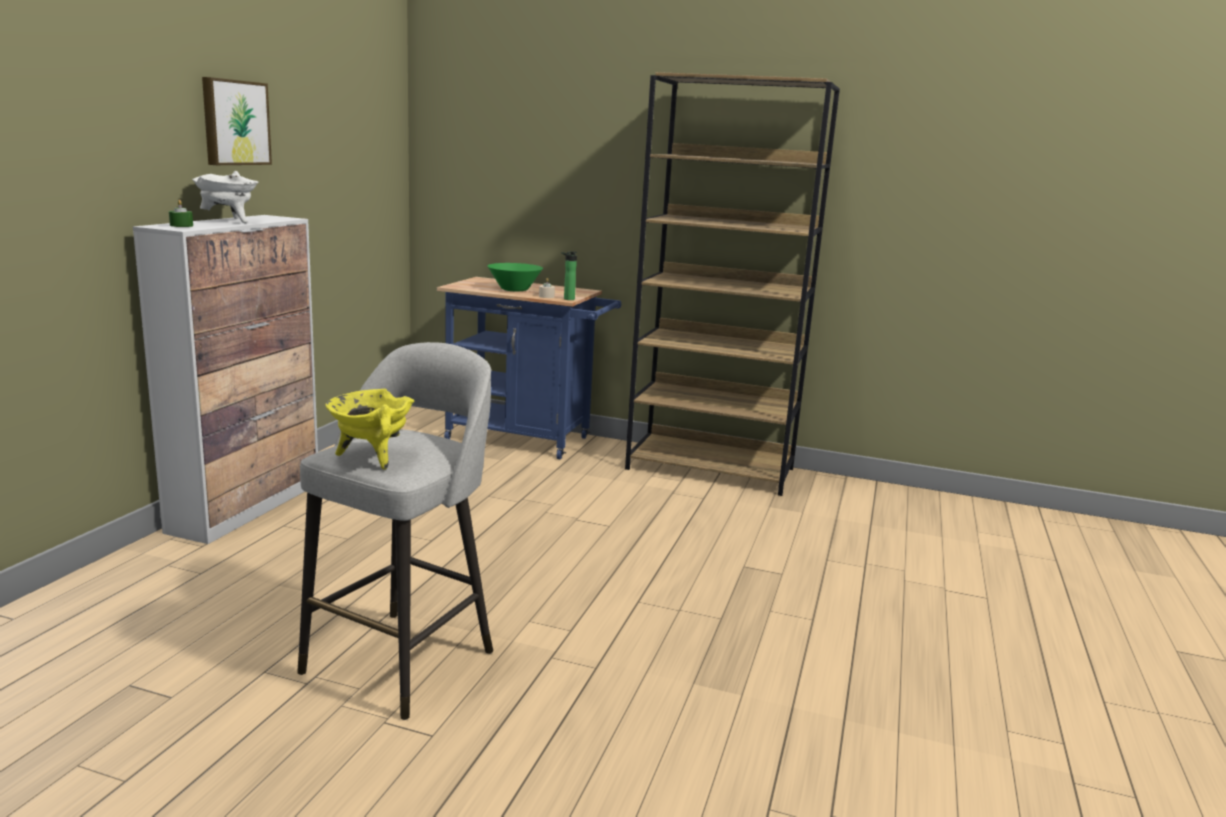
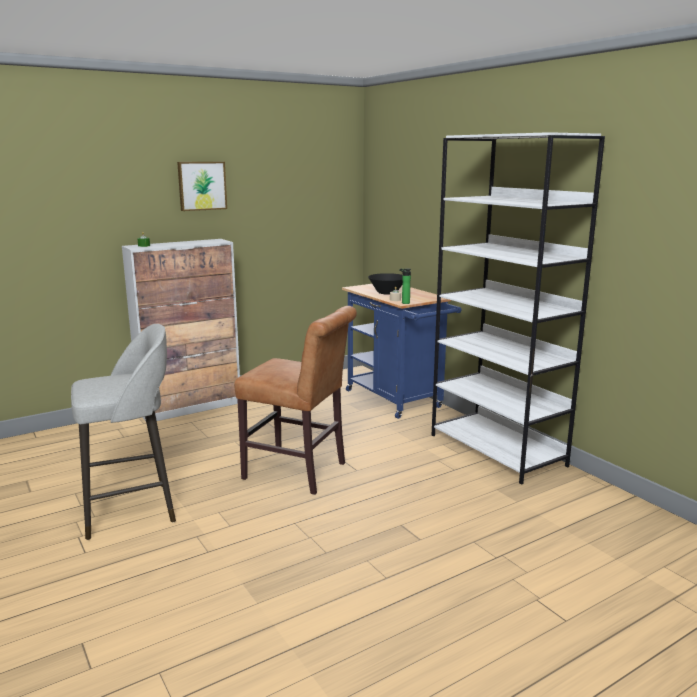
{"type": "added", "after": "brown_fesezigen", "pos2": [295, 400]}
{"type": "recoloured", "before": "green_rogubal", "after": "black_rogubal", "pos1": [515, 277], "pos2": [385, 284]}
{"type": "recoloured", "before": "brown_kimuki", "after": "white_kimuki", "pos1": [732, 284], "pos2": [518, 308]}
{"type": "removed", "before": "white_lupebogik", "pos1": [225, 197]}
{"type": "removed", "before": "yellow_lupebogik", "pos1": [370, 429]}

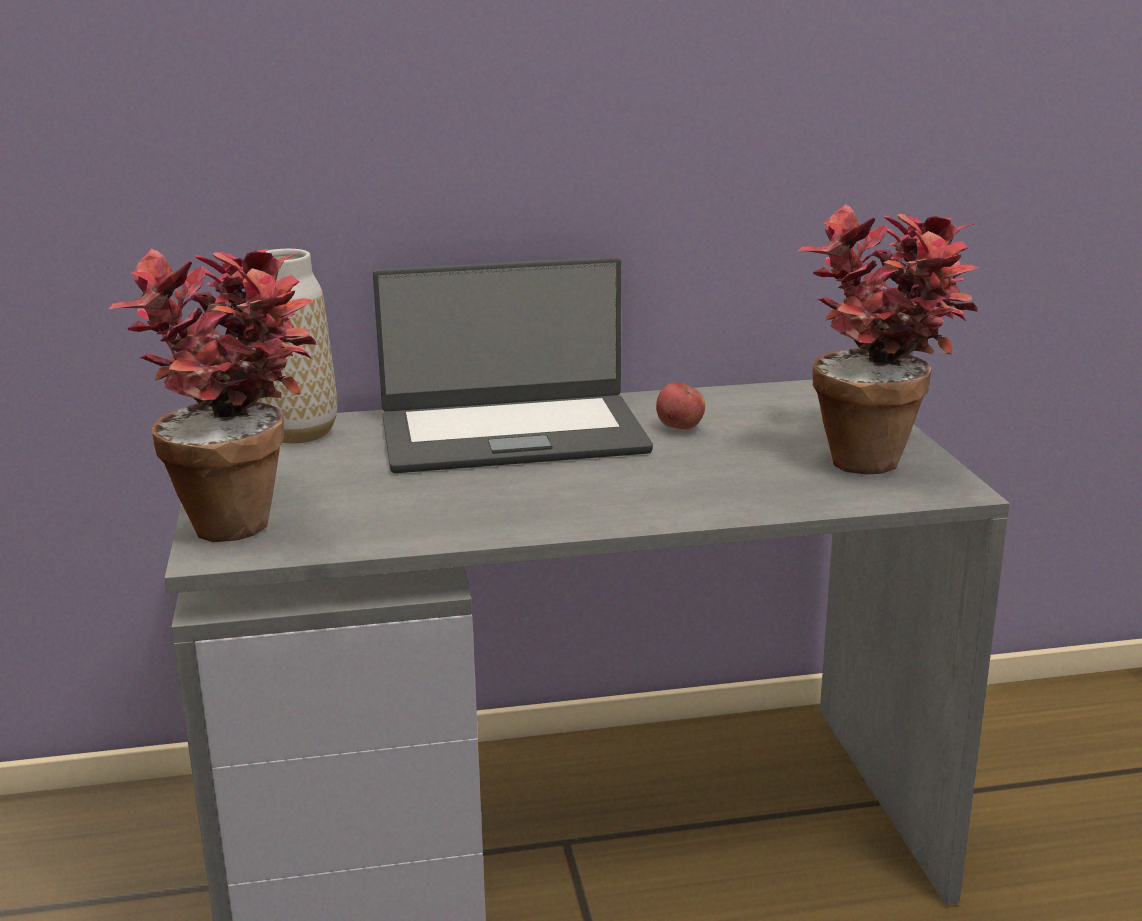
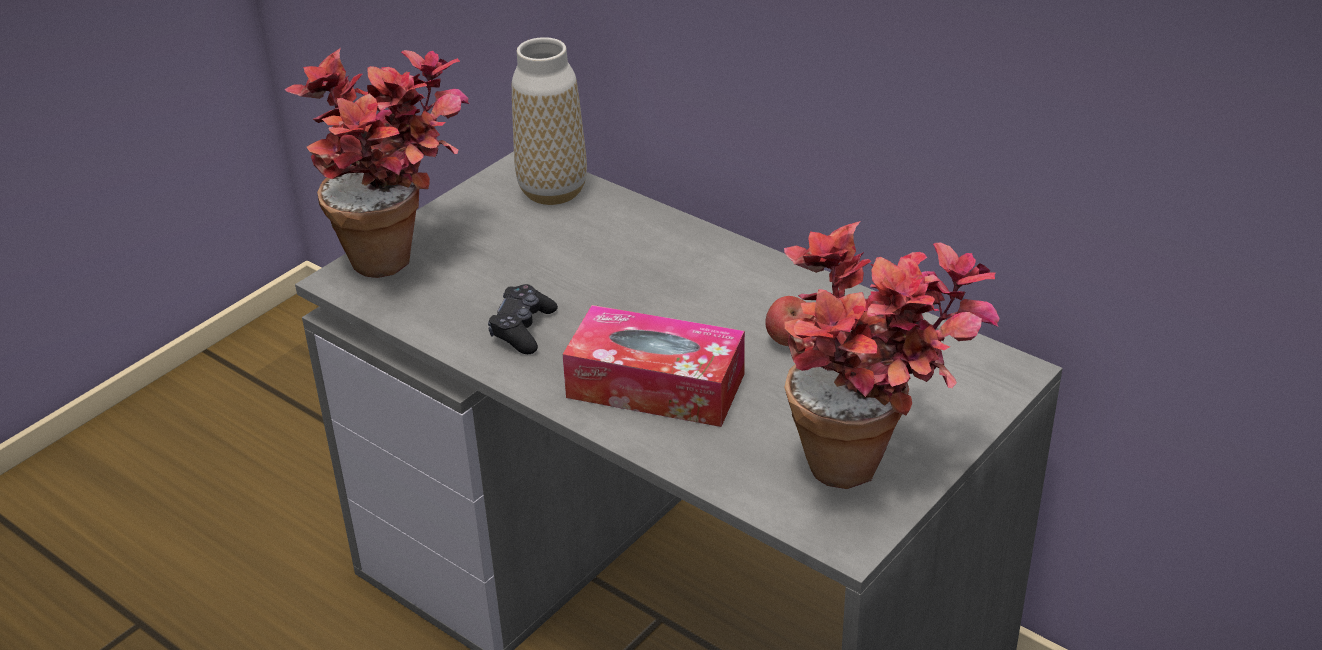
{"type": "added", "after": "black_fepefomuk", "pos2": [523, 319]}
{"type": "added", "after": "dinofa", "pos2": [654, 366]}
{"type": "removed", "before": "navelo", "pos1": [513, 365]}

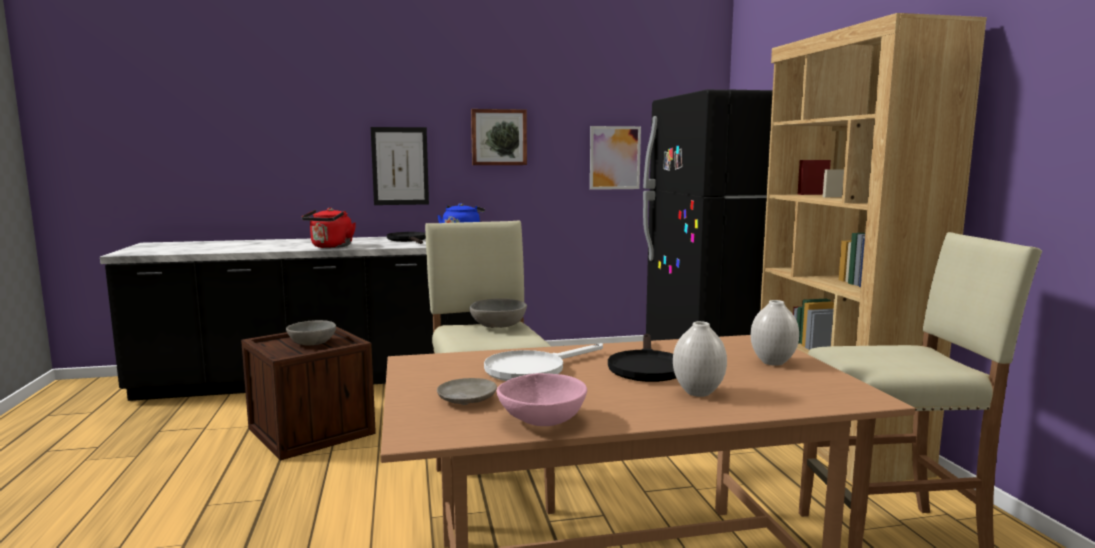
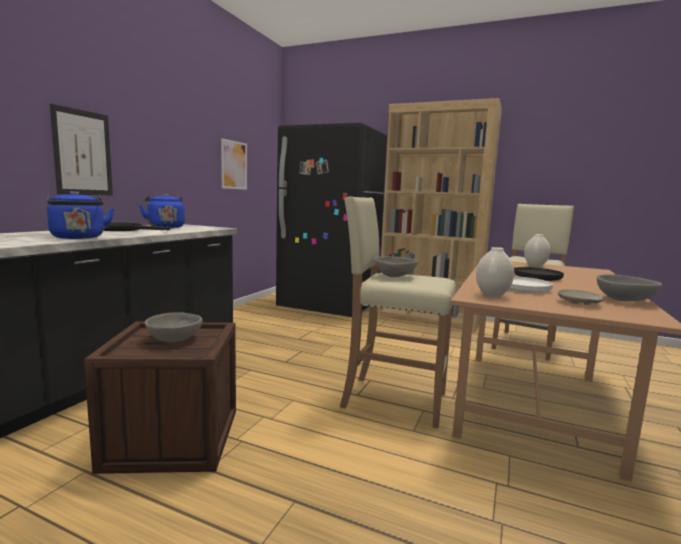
{"type": "recoloured", "before": "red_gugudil", "after": "blue_gugudil", "pos1": [328, 228], "pos2": [80, 215]}
{"type": "moved", "before": "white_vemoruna", "pos1": [700, 359], "pos2": [495, 272]}
{"type": "recoloured", "before": "pink_rogubal", "after": "grey_rogubal", "pos1": [541, 399], "pos2": [629, 287]}
{"type": "removed", "before": "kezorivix", "pos1": [499, 137]}

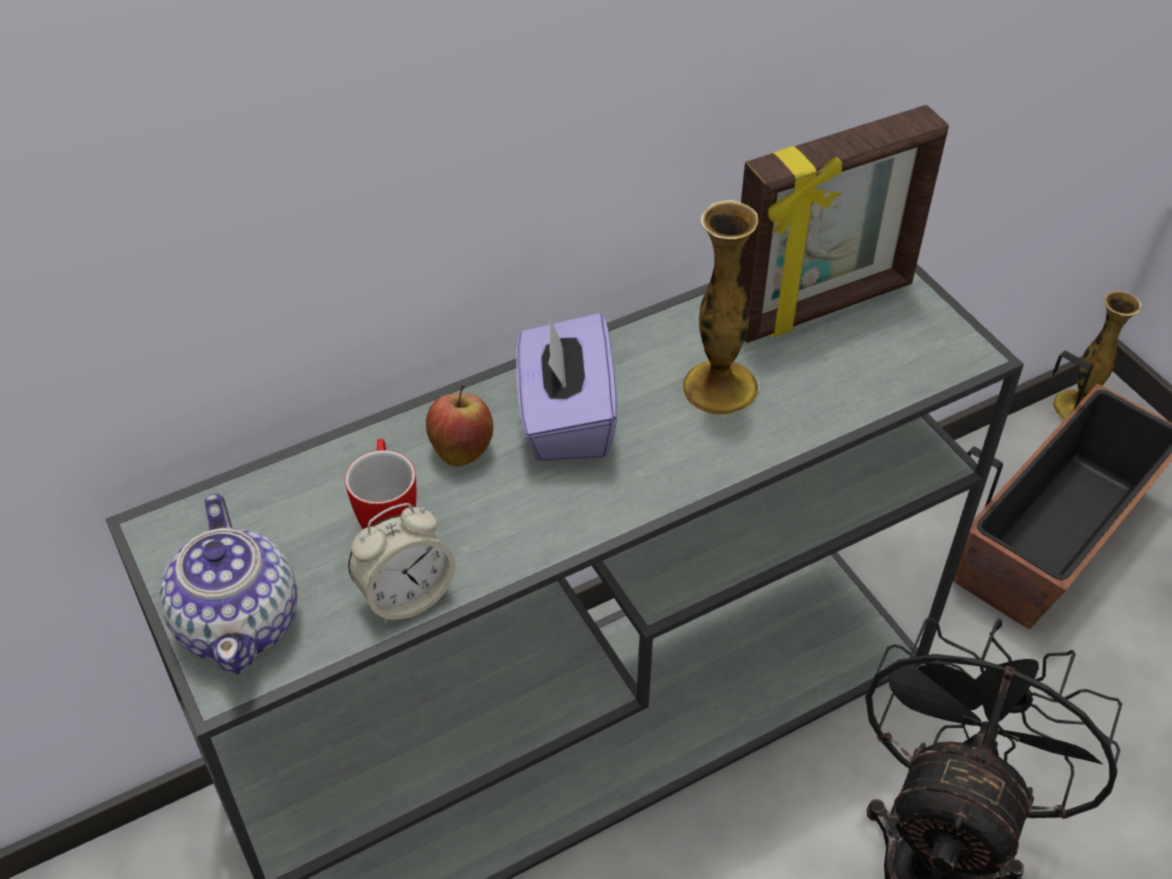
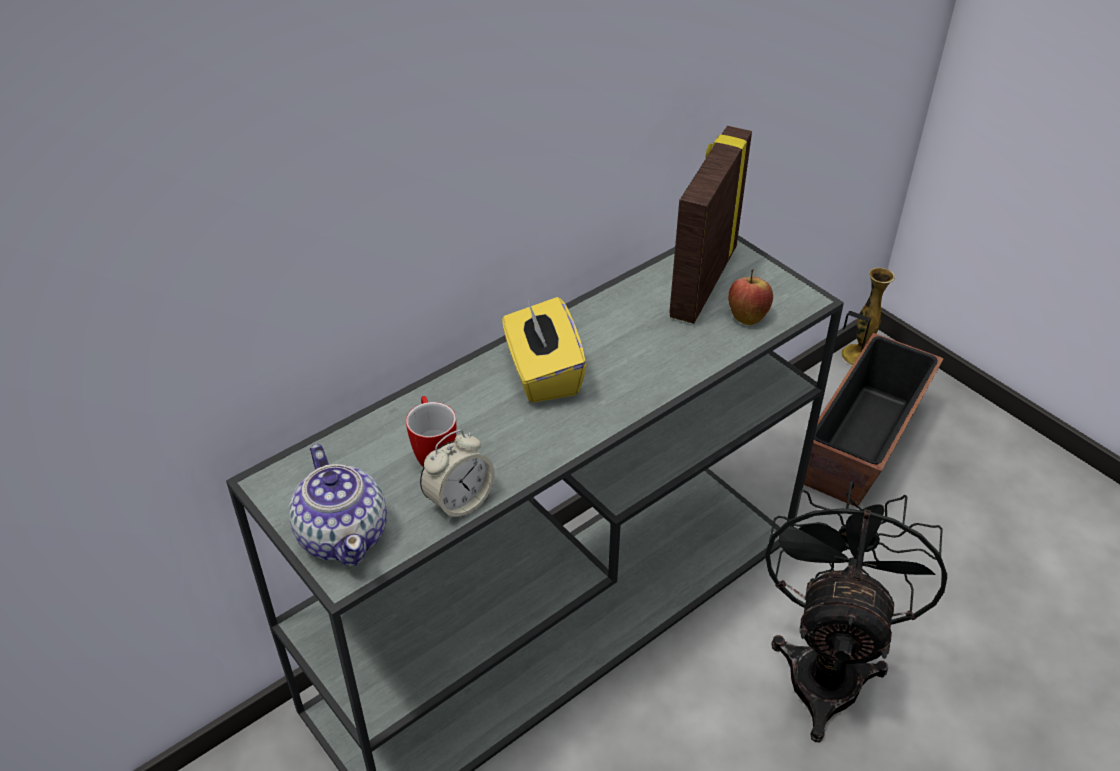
{"type": "recoloured", "before": "purple_dinofa", "after": "yellow_dinofa", "pos1": [566, 387], "pos2": [544, 350]}
{"type": "turned", "before": "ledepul", "pos1": [845, 224], "pos2": [711, 225], "turn": 150}
{"type": "moved", "before": "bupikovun", "pos1": [459, 426], "pos2": [750, 297]}
{"type": "removed", "before": "vemoruna", "pos1": [721, 308]}

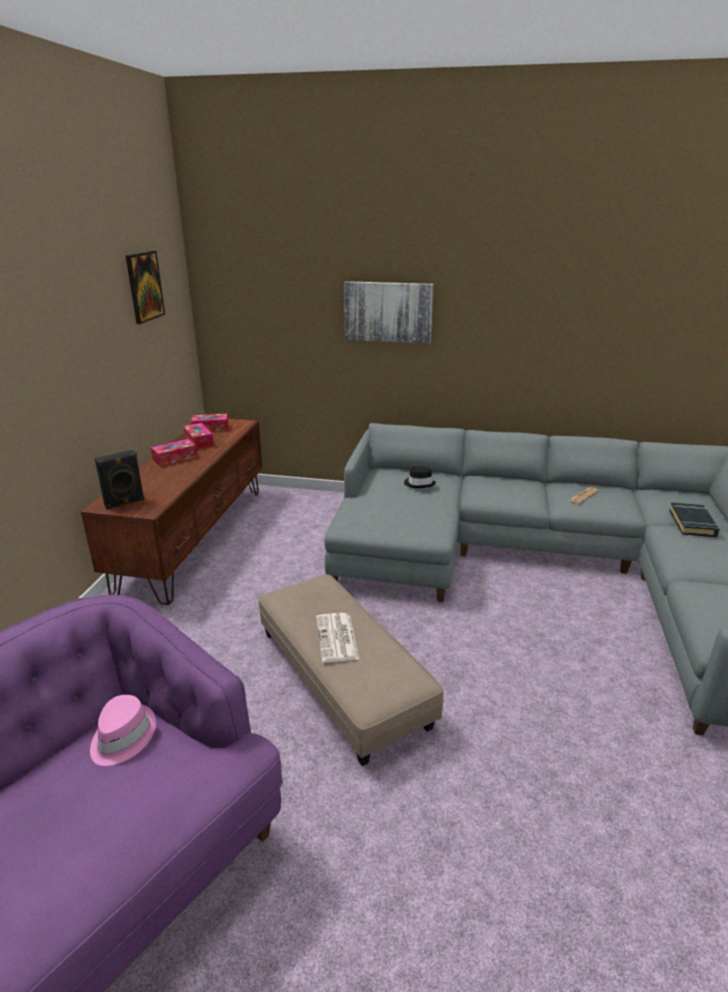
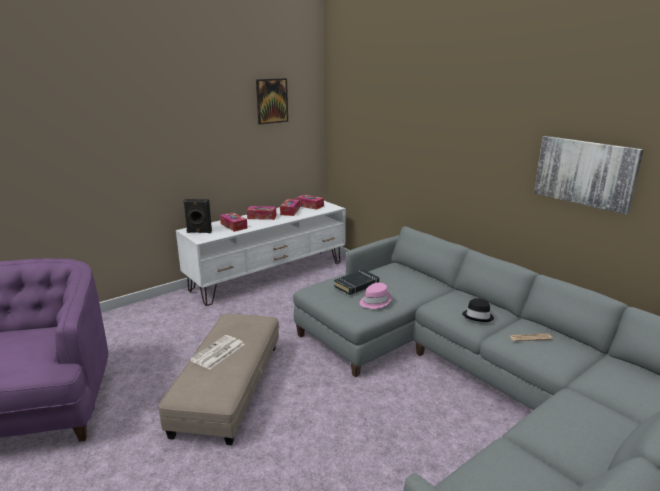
{"type": "recoloured", "before": "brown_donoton", "after": "white_donoton", "pos1": [171, 512], "pos2": [261, 253]}
{"type": "added", "after": "dinofa", "pos2": [233, 222]}
{"type": "moved", "before": "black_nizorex", "pos1": [694, 520], "pos2": [356, 282]}
{"type": "moved", "before": "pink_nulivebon", "pos1": [123, 730], "pos2": [376, 295]}
{"type": "moved", "before": "black_nulivebon", "pos1": [420, 477], "pos2": [478, 310]}
{"type": "moved", "before": "kezorivix", "pos1": [389, 312], "pos2": [589, 175]}

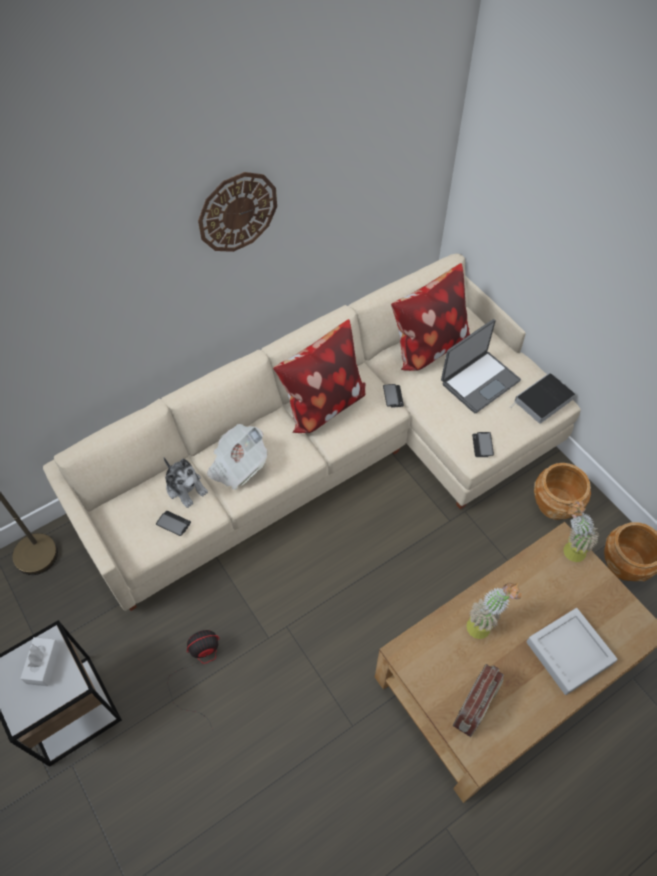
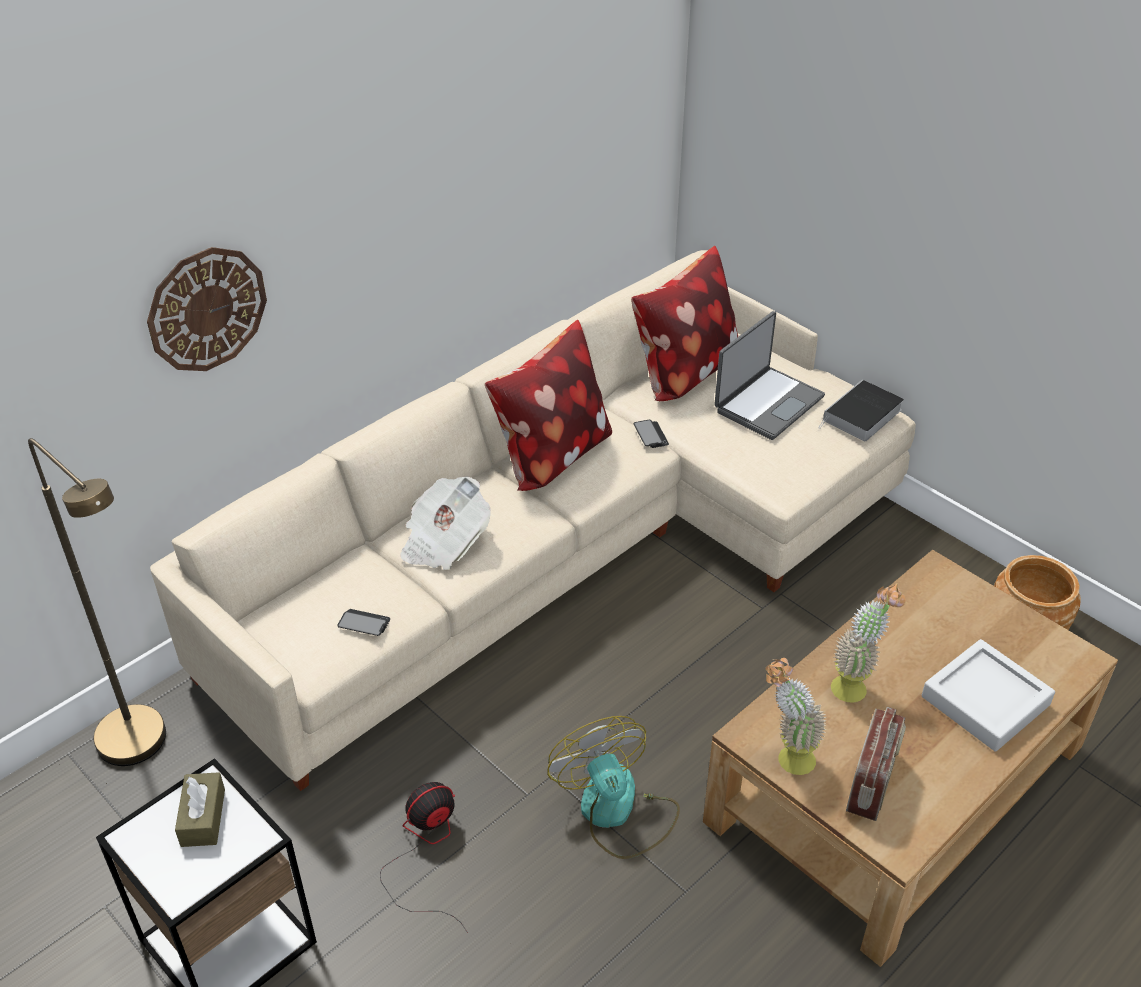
{"type": "moved", "before": "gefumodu", "pos1": [237, 212], "pos2": [207, 309]}
{"type": "recoloured", "before": "white_dinofa", "after": "brown_dinofa", "pos1": [40, 661], "pos2": [200, 809]}
{"type": "added", "after": "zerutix", "pos2": [613, 787]}
{"type": "moved", "before": "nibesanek", "pos1": [581, 531], "pos2": [796, 716]}
{"type": "removed", "before": "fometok", "pos1": [186, 482]}
{"type": "removed", "before": "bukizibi", "pos1": [483, 444]}
{"type": "removed", "before": "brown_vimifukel", "pos1": [562, 491]}

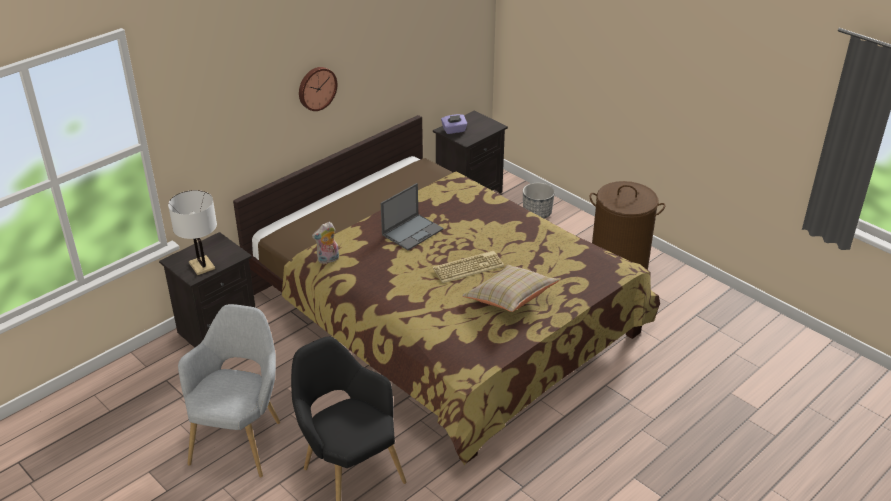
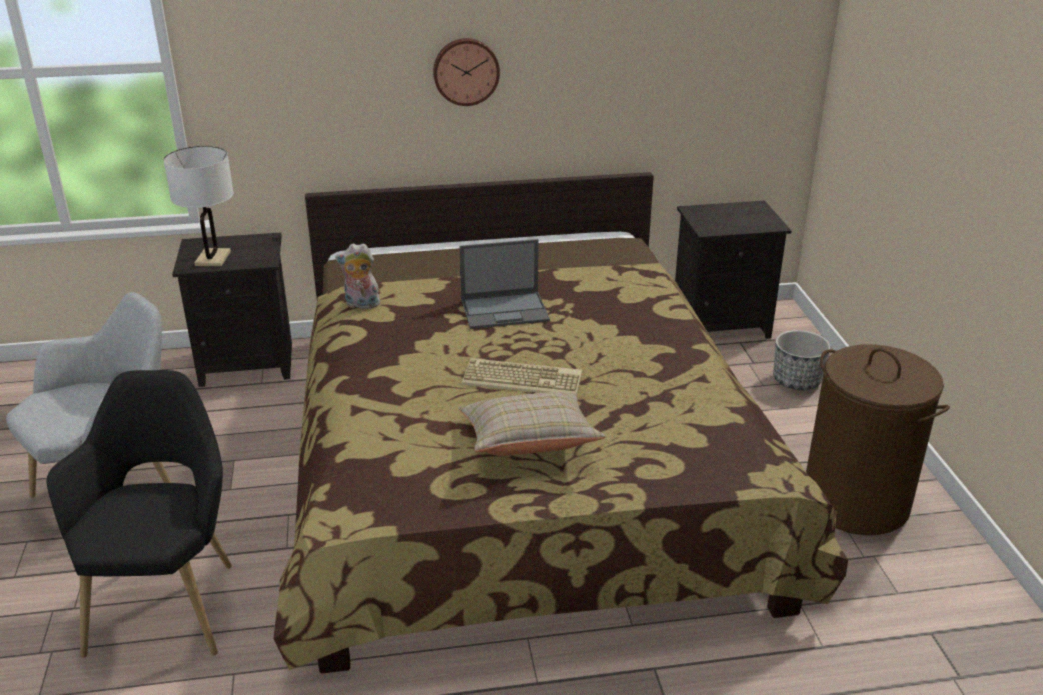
{"type": "removed", "before": "purple_dinofa", "pos1": [454, 124]}

